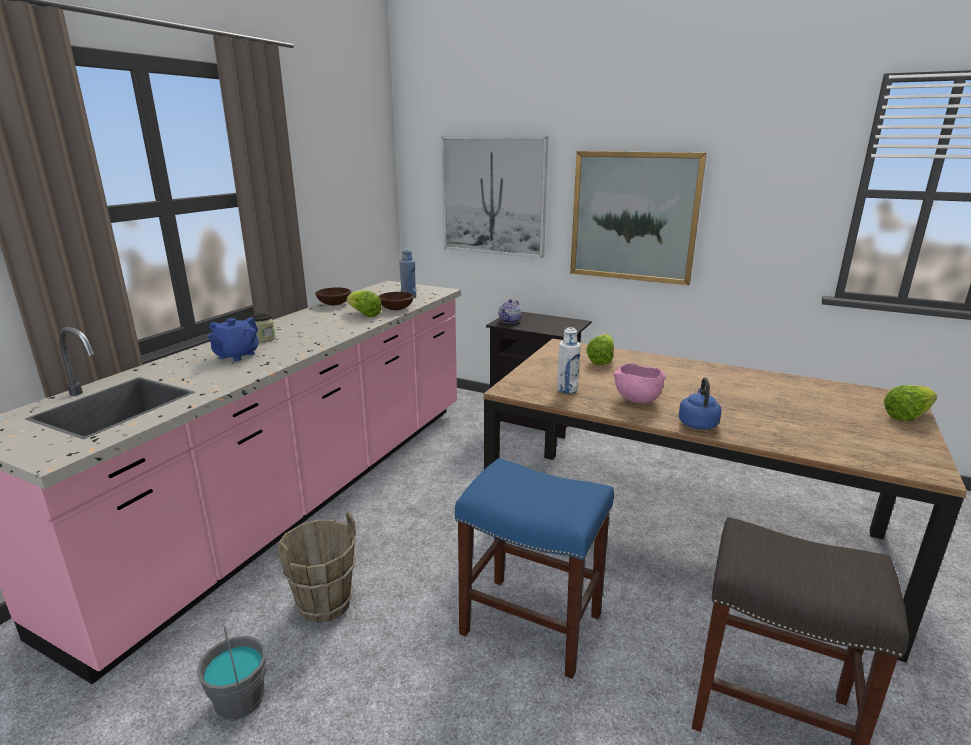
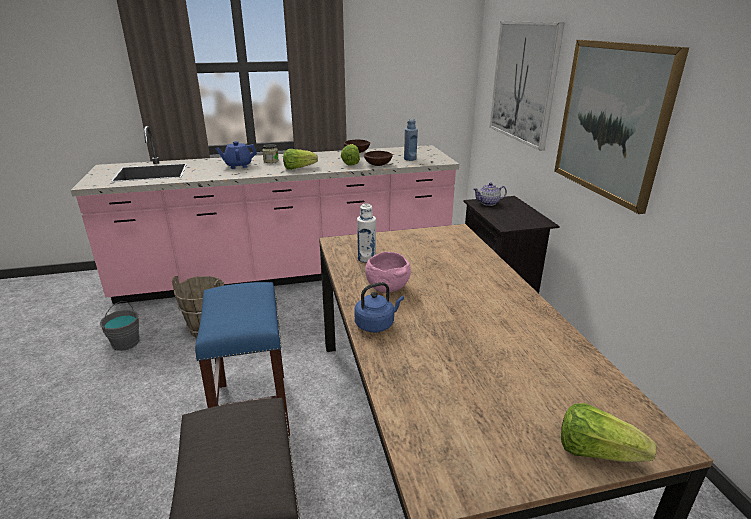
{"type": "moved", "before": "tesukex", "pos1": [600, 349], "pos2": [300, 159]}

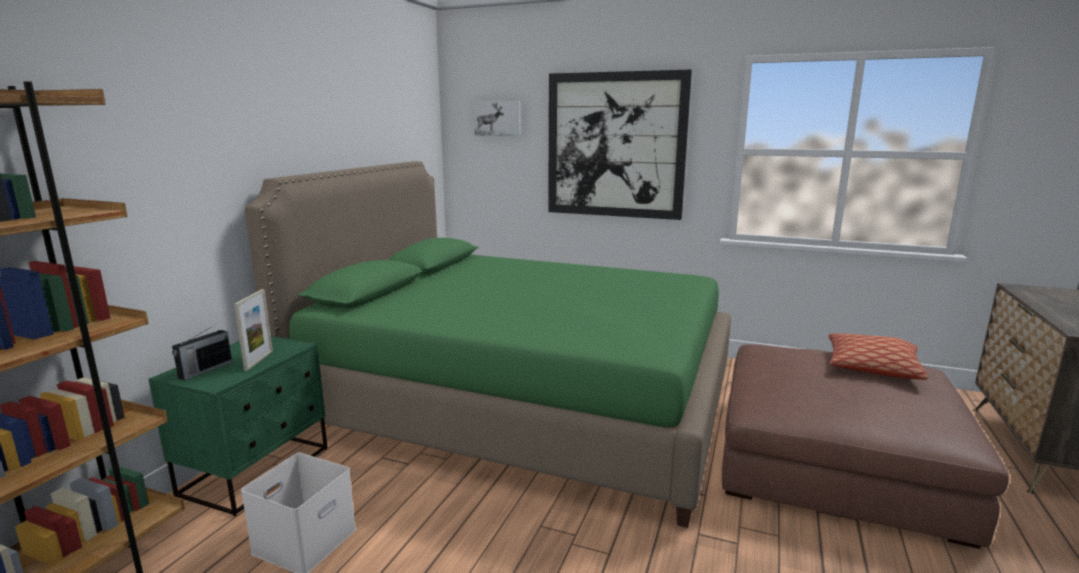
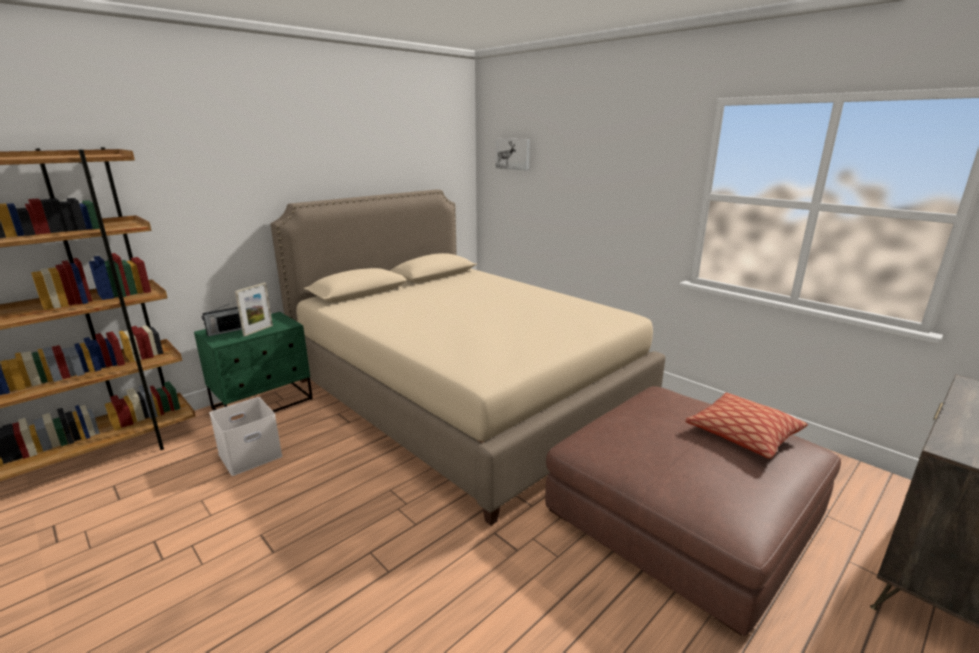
{"type": "recoloured", "before": "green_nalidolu", "after": "beige_nalidolu", "pos1": [488, 344], "pos2": [468, 357]}
{"type": "removed", "before": "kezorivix", "pos1": [620, 145]}

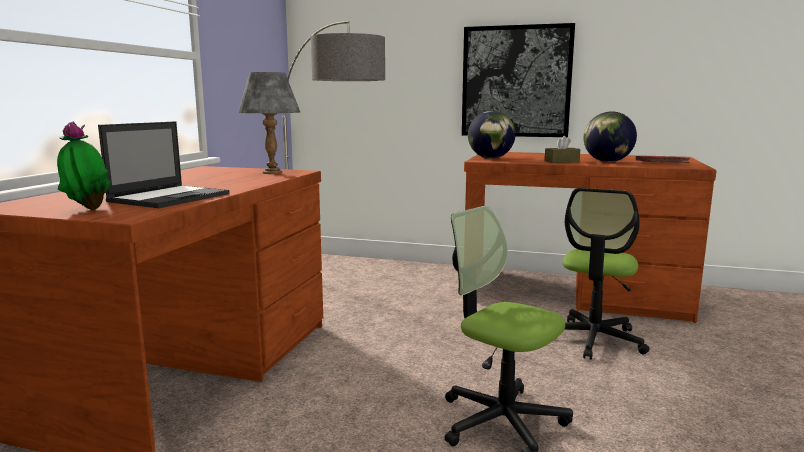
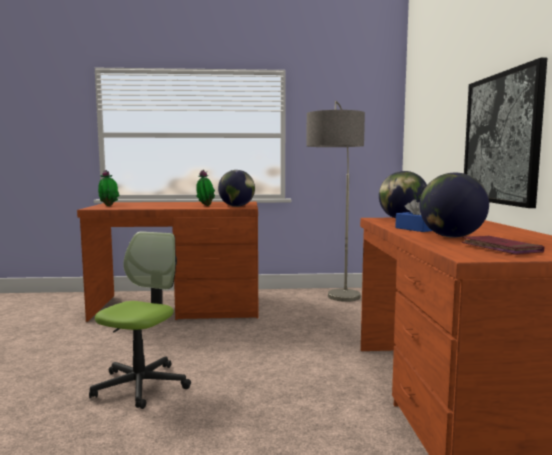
{"type": "added", "after": "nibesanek", "pos2": [205, 188]}
{"type": "replaced", "before": "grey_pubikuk", "after": "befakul", "pos1": [269, 123], "pos2": [236, 188]}
{"type": "recoloured", "before": "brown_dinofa", "after": "blue_dinofa", "pos1": [562, 149], "pos2": [413, 215]}
{"type": "removed", "before": "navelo", "pos1": [163, 164]}
{"type": "removed", "before": "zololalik", "pos1": [606, 274]}

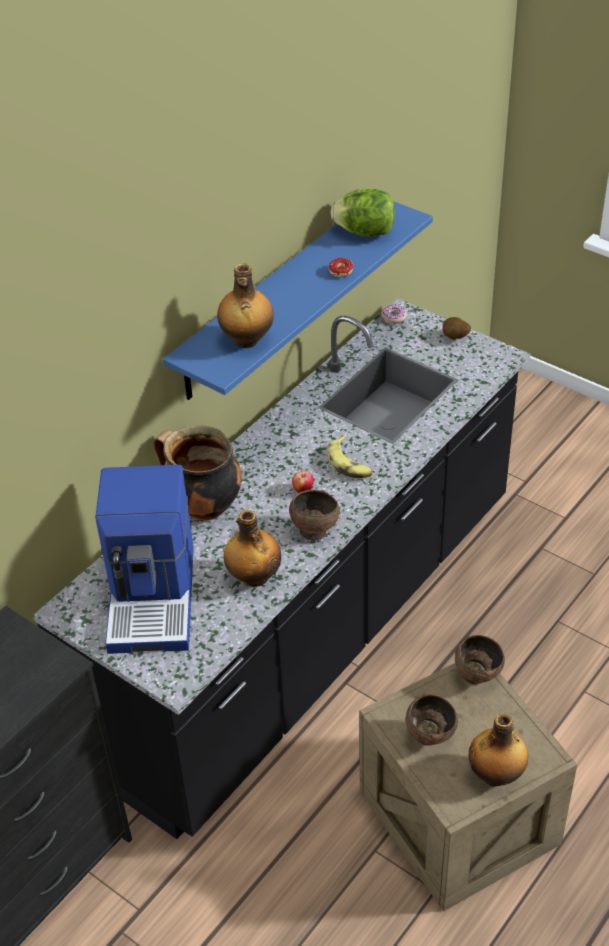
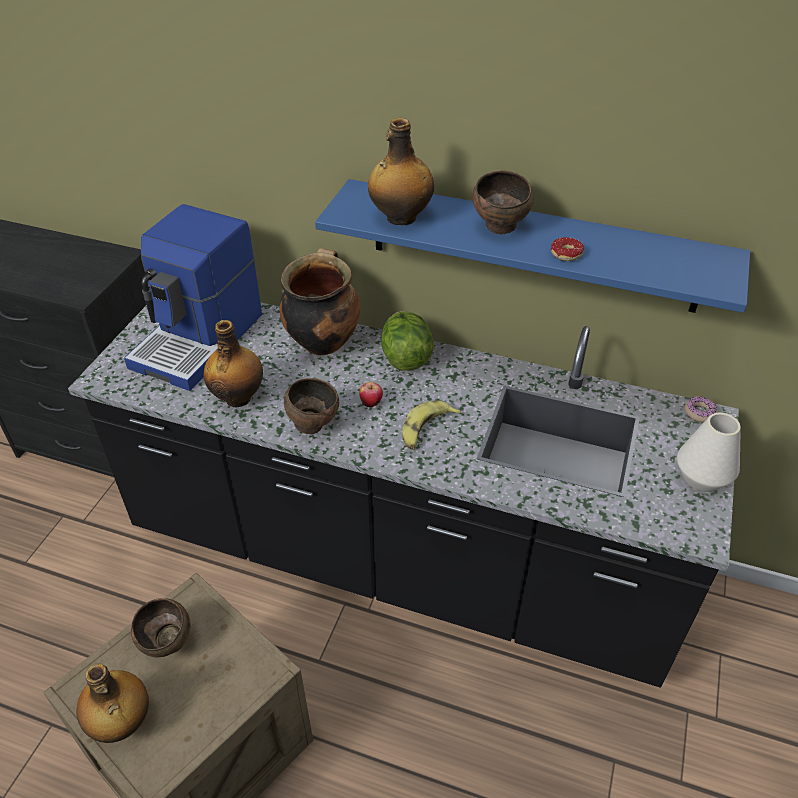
{"type": "turned", "before": "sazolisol", "pos1": [144, 559], "pos2": [193, 297], "turn": -45}
{"type": "moved", "before": "tesukex", "pos1": [363, 213], "pos2": [407, 341]}
{"type": "moved", "before": "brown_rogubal", "pos1": [480, 660], "pos2": [503, 203]}
{"type": "replaced", "before": "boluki", "after": "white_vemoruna", "pos1": [456, 328], "pos2": [709, 452]}

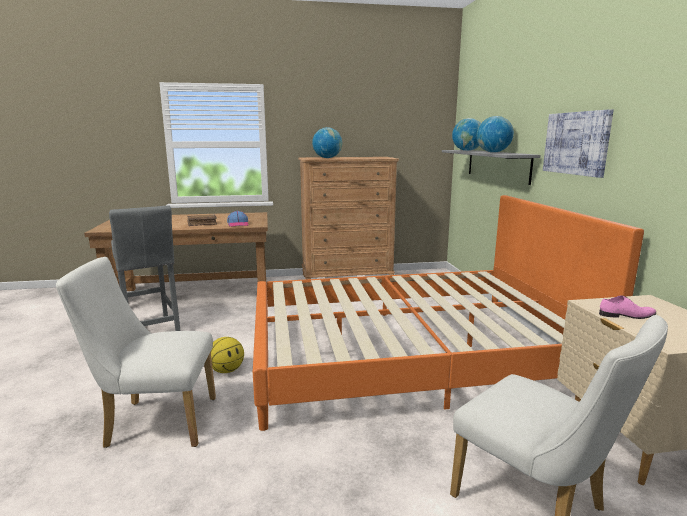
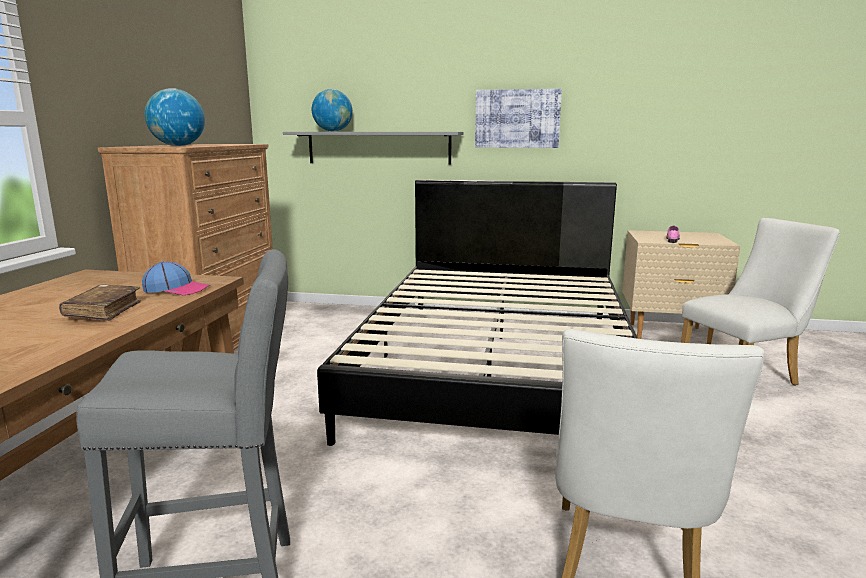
{"type": "recoloured", "before": "orange_nalidolu", "after": "black_nalidolu", "pos1": [448, 313], "pos2": [477, 313]}
{"type": "removed", "before": "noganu", "pos1": [227, 355]}
{"type": "removed", "before": "befakul", "pos1": [495, 134]}

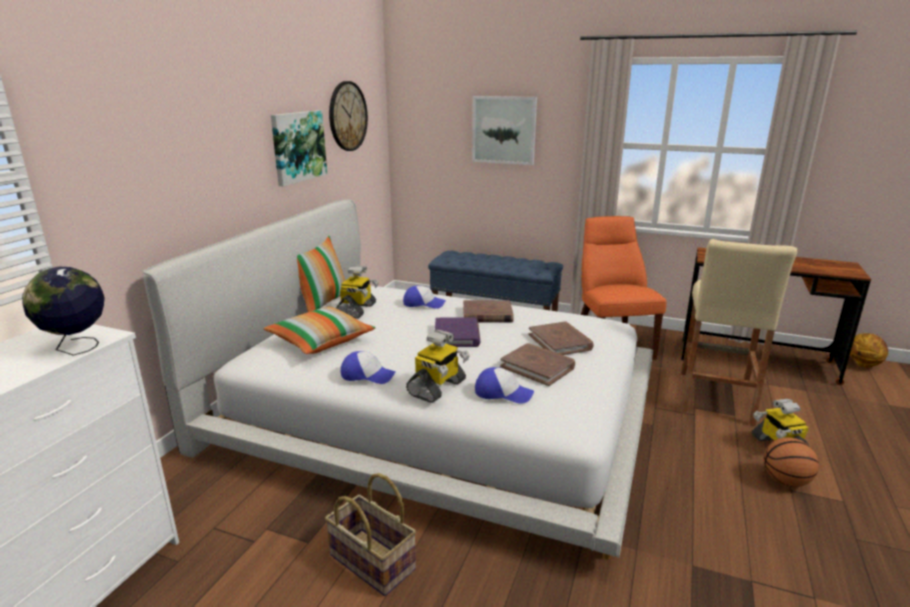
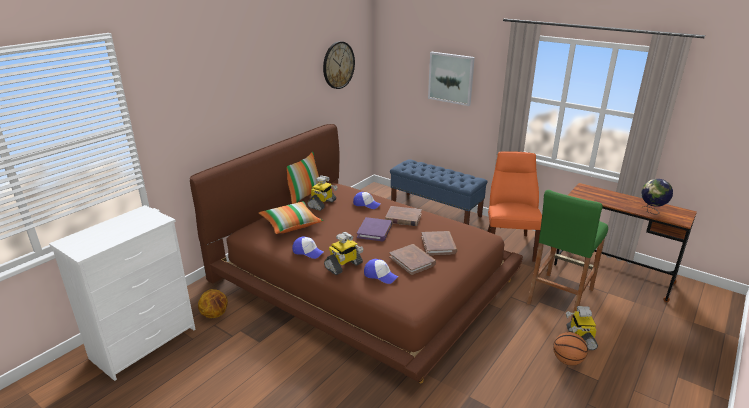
{"type": "recoloured", "before": "white_nalidolu", "after": "brown_nalidolu", "pos1": [398, 379], "pos2": [356, 254]}
{"type": "moved", "before": "noganu", "pos1": [869, 350], "pos2": [213, 303]}
{"type": "recoloured", "before": "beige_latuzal", "after": "green_latuzal", "pos1": [739, 332], "pos2": [567, 255]}
{"type": "moved", "before": "befakul", "pos1": [63, 311], "pos2": [657, 197]}
{"type": "removed", "before": "kezorivix", "pos1": [299, 148]}
{"type": "removed", "before": "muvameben", "pos1": [370, 534]}

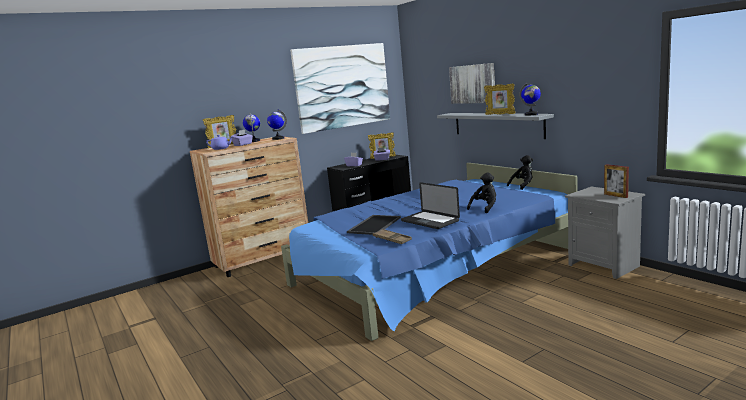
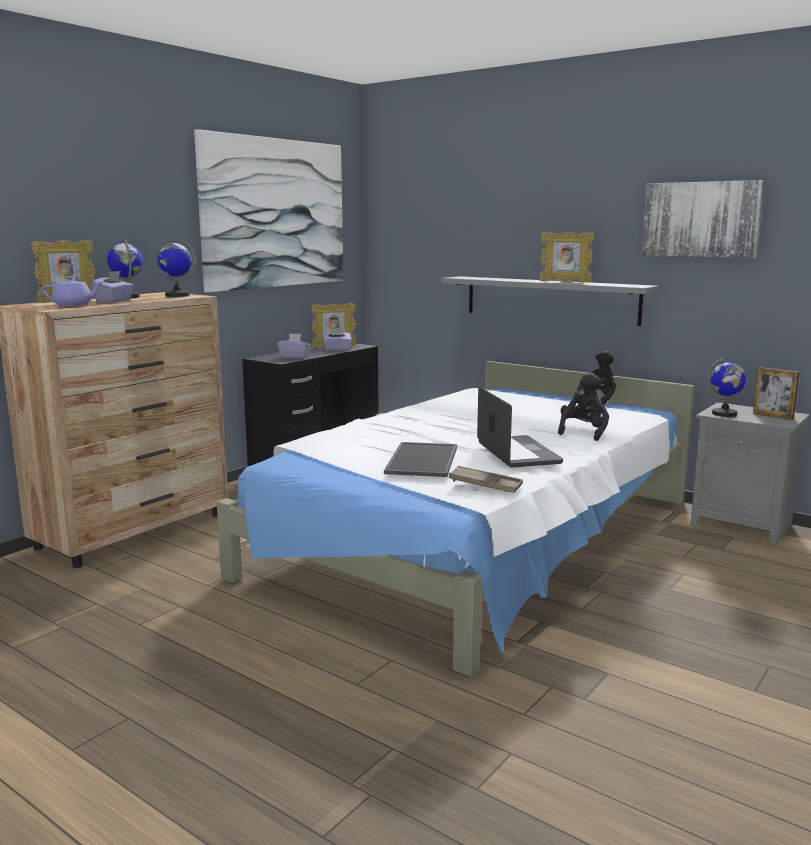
{"type": "recoloured", "before": "blue_nalidolu", "after": "white_nalidolu", "pos1": [429, 252], "pos2": [455, 519]}
{"type": "turned", "before": "navelo", "pos1": [430, 205], "pos2": [520, 427], "turn": -135}
{"type": "moved", "before": "kezorivix", "pos1": [472, 83], "pos2": [703, 219]}
{"type": "moved", "before": "befakul", "pos1": [530, 99], "pos2": [725, 387]}

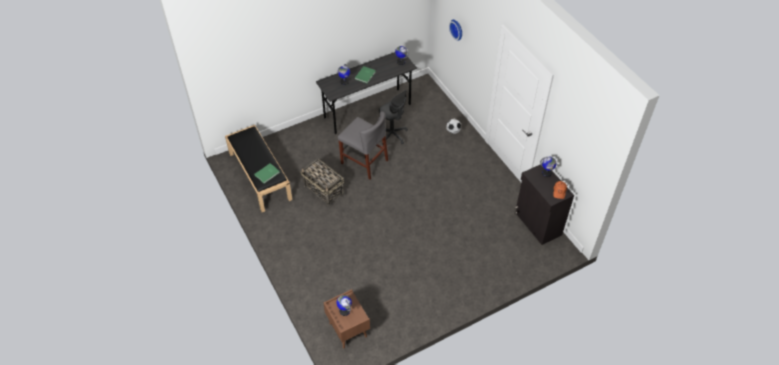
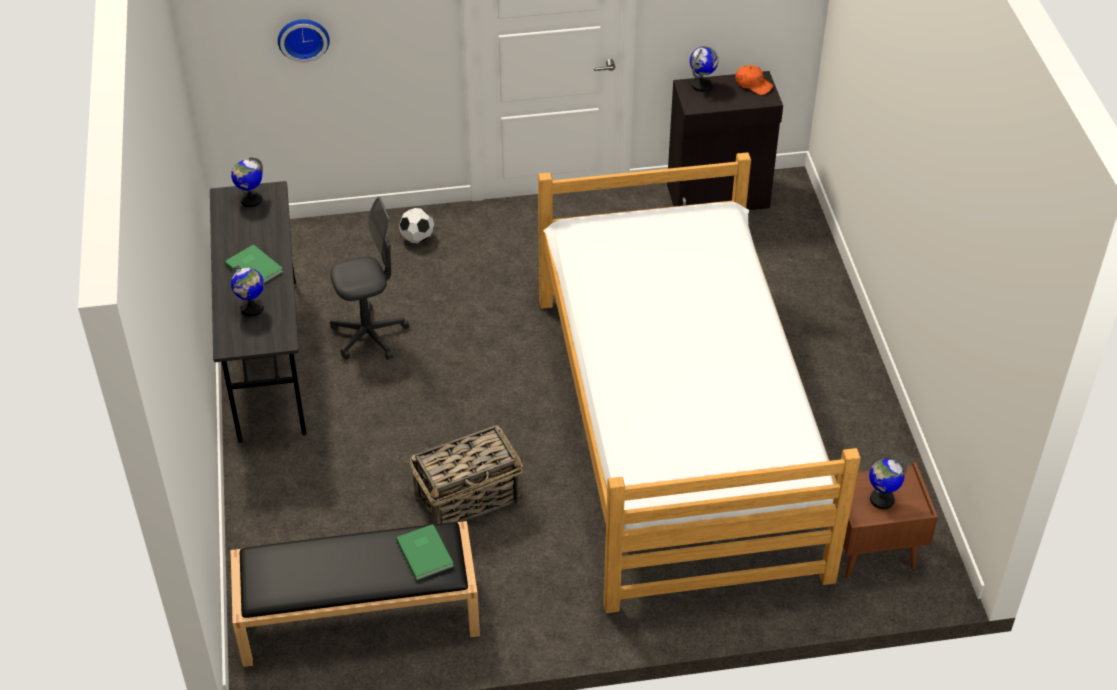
{"type": "added", "after": "nalidolu", "pos2": [699, 382]}
{"type": "removed", "before": "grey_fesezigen", "pos1": [363, 145]}

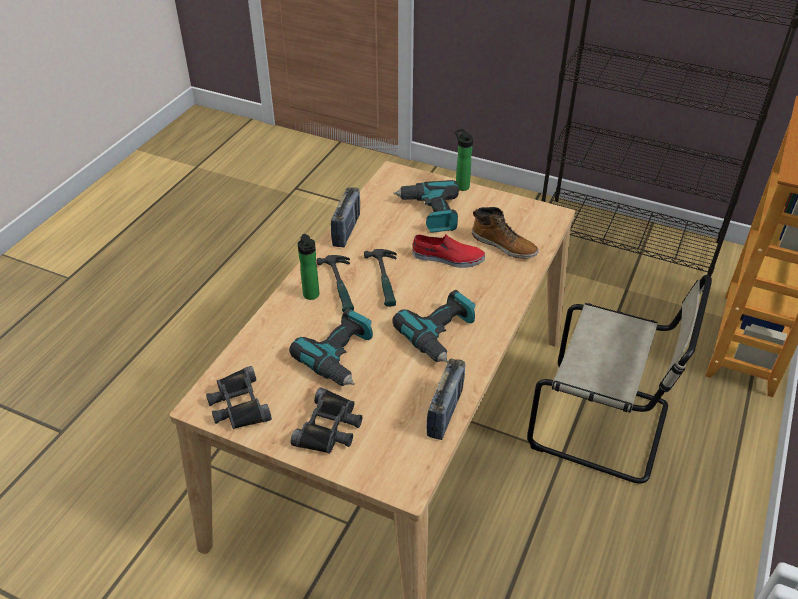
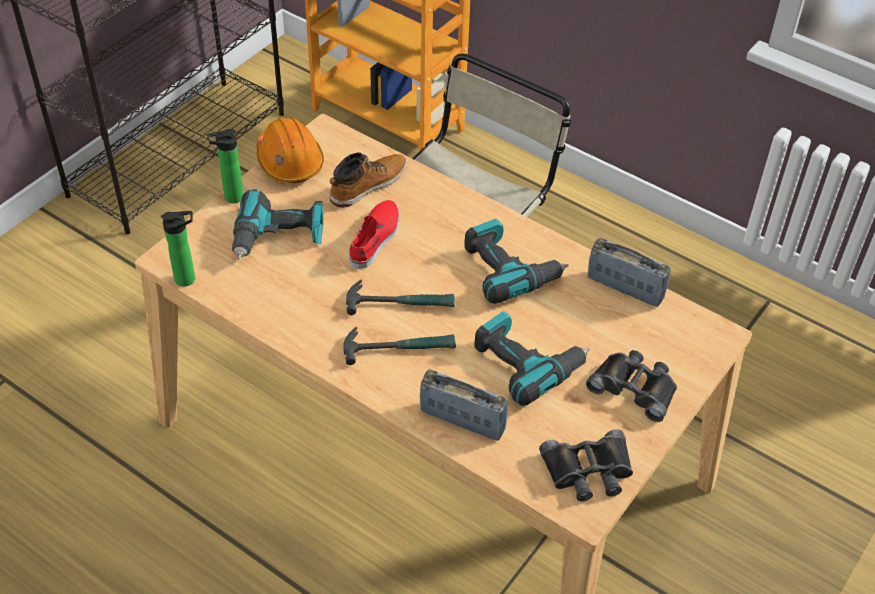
{"type": "moved", "before": "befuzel", "pos1": [308, 267], "pos2": [178, 248]}
{"type": "added", "after": "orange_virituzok", "pos2": [290, 150]}
{"type": "moved", "before": "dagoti", "pos1": [345, 217], "pos2": [464, 405]}

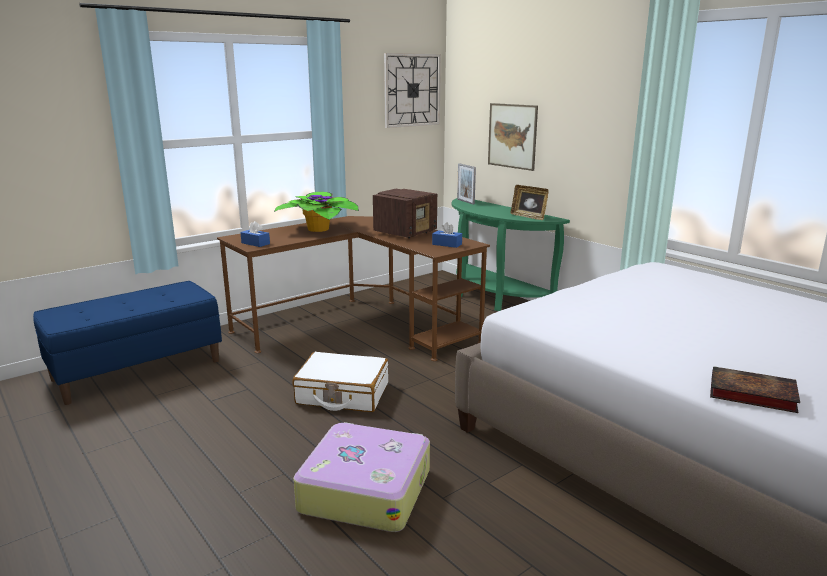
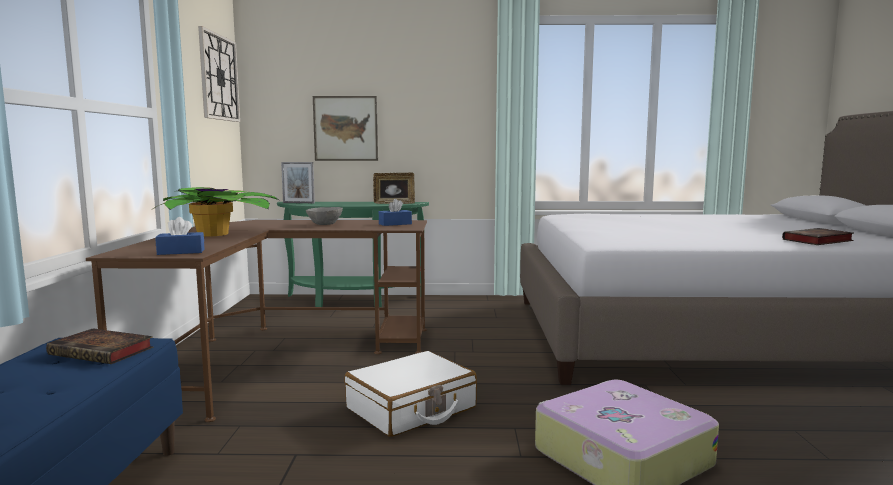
{"type": "added", "after": "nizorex", "pos2": [100, 346]}
{"type": "replaced", "before": "dagoti", "after": "grey_rogubal", "pos1": [405, 214], "pos2": [324, 216]}

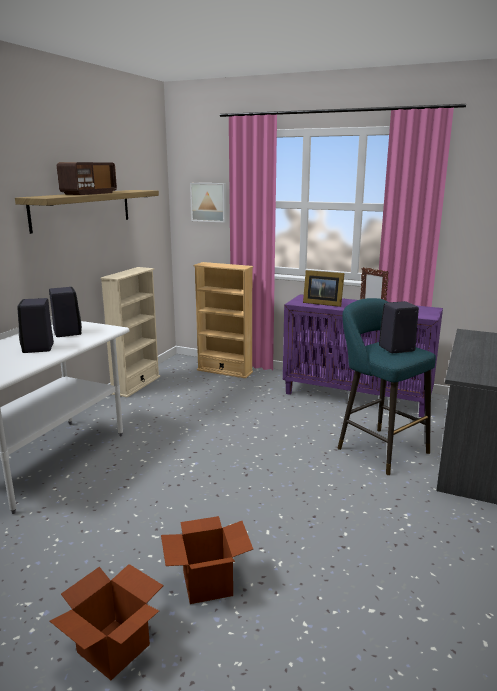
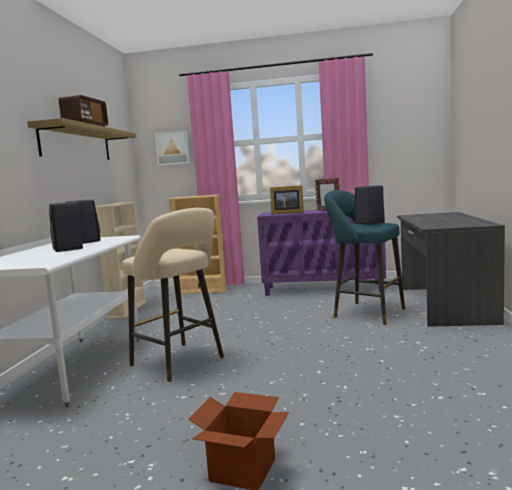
{"type": "added", "after": "beige_latuzal", "pos2": [173, 295]}
{"type": "removed", "before": "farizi", "pos1": [207, 560]}

